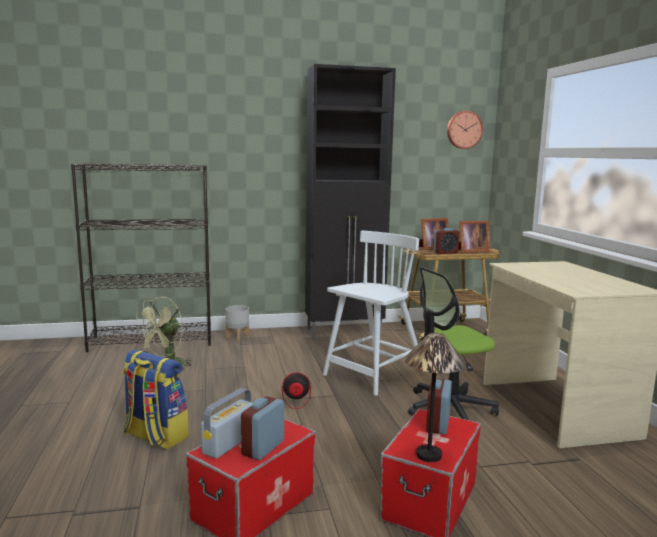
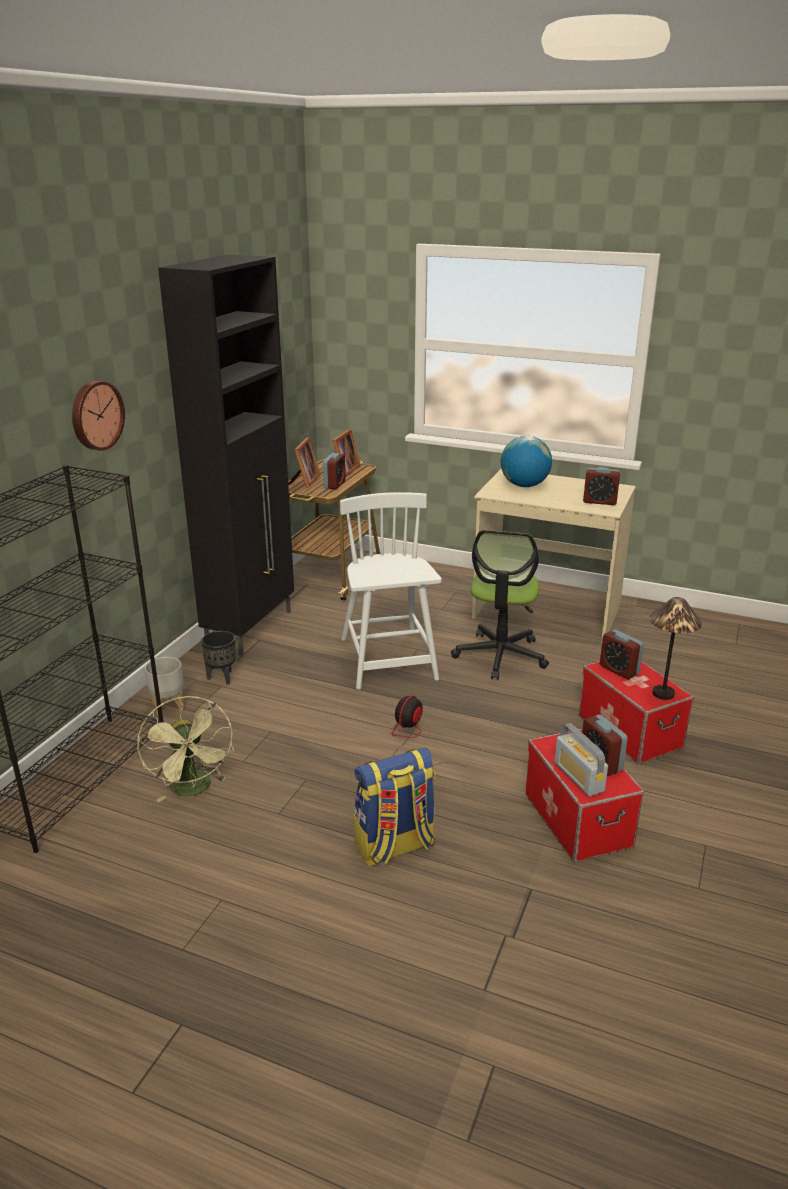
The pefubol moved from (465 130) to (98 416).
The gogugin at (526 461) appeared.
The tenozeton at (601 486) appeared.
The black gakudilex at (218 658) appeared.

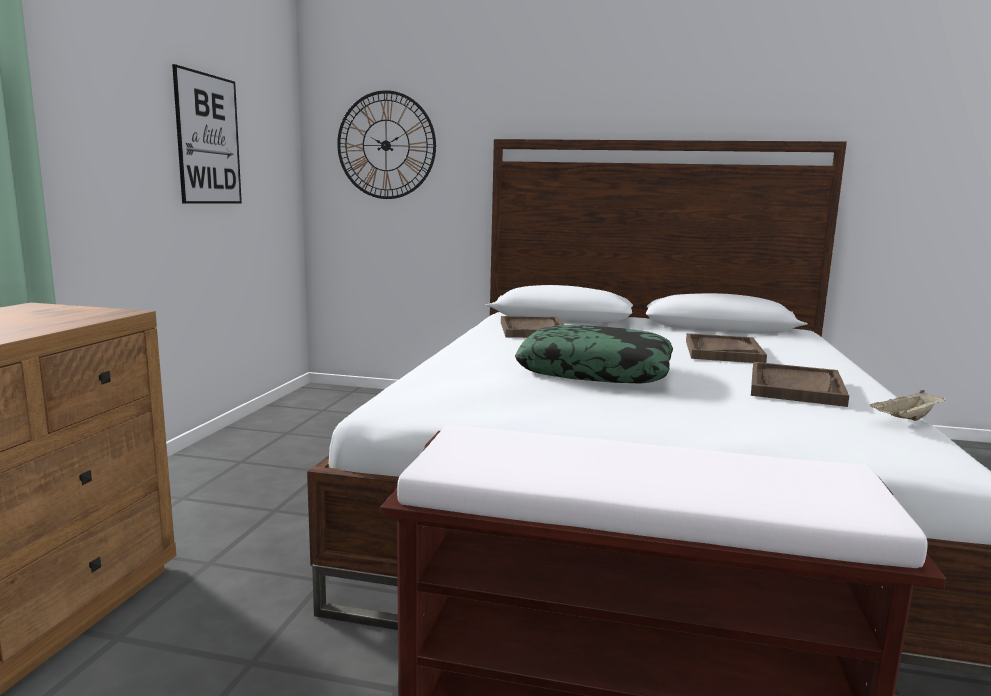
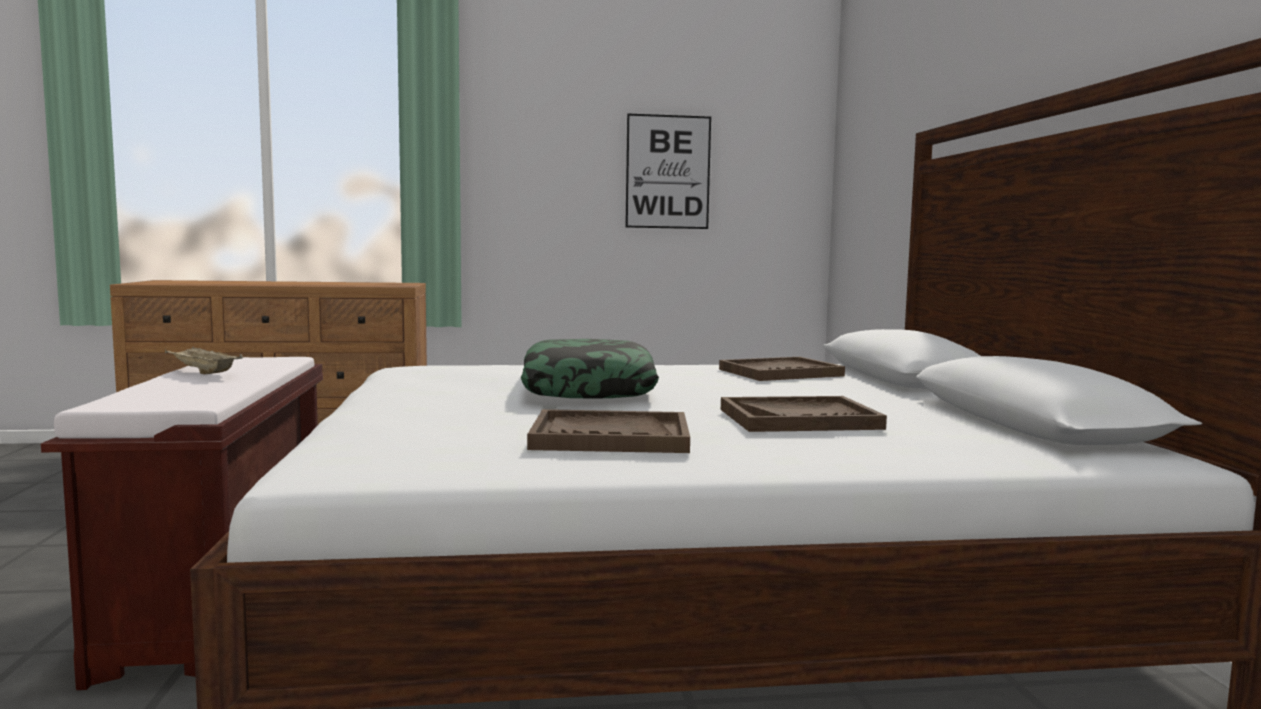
The pefubol at (386 144) disappeared.
The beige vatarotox moved from (907 405) to (204 360).

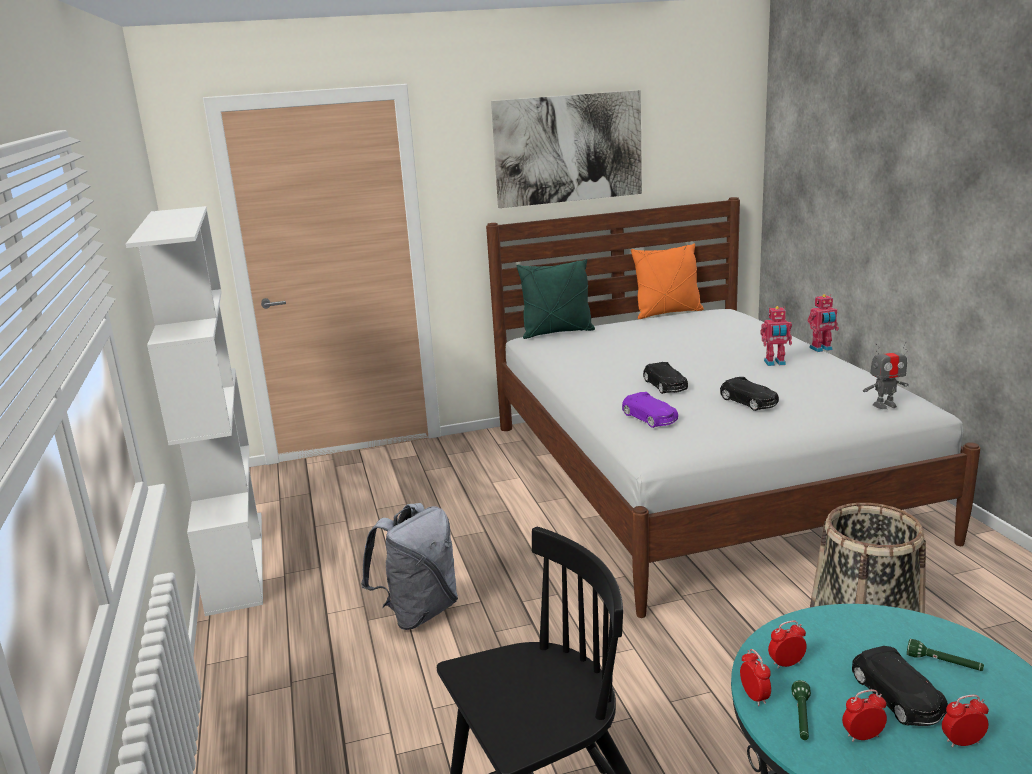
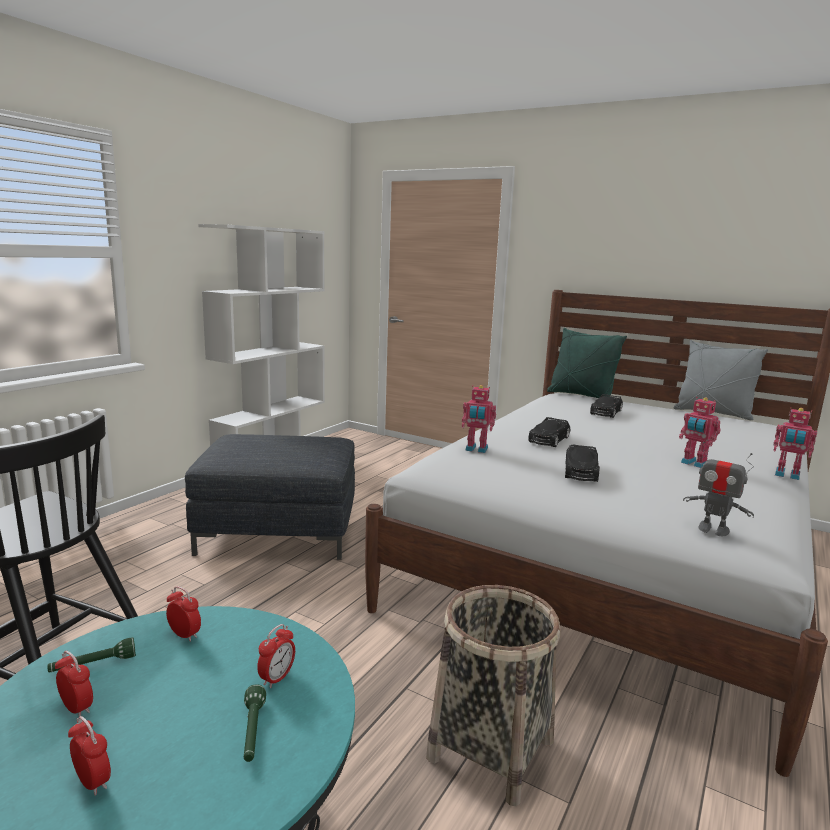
The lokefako at (566 149) disappeared.
The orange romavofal at (667 281) became the grey romavofal at (720 380).
The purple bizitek at (650 410) was replaced by the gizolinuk at (479 419).
The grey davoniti at (409 566) was replaced by the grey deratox at (270 497).
The black bizitek moved from (900 686) to (606 406).
The tenozeton moved from (755 677) to (276 656).

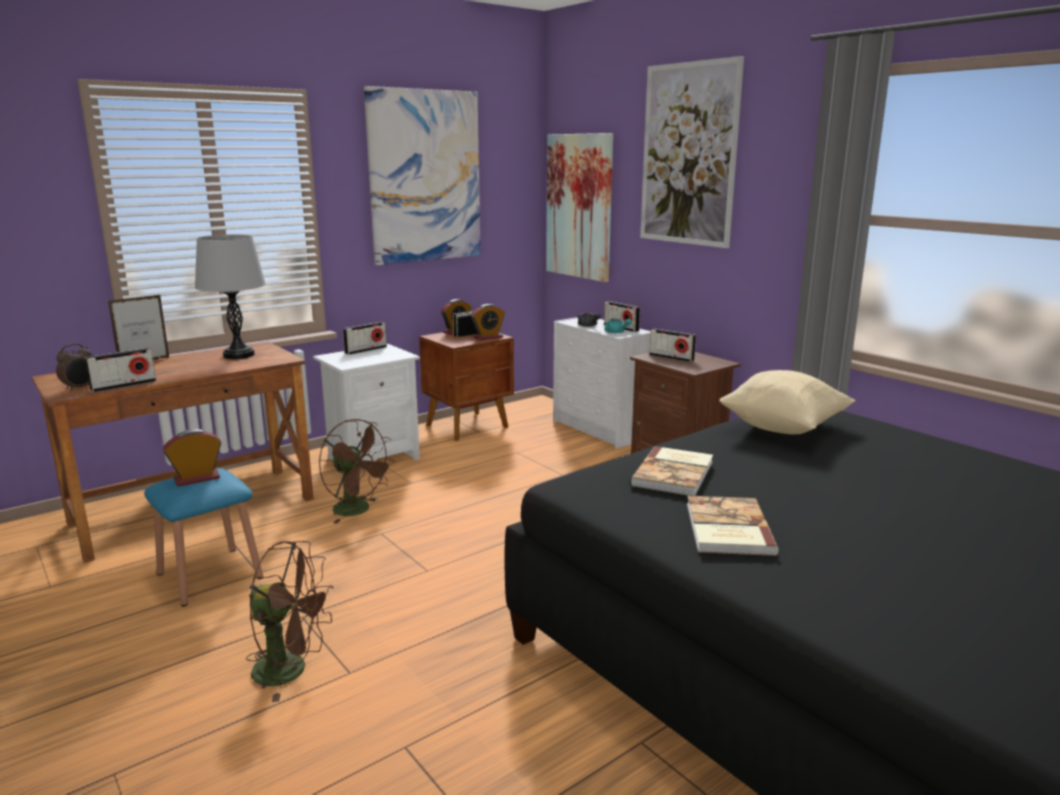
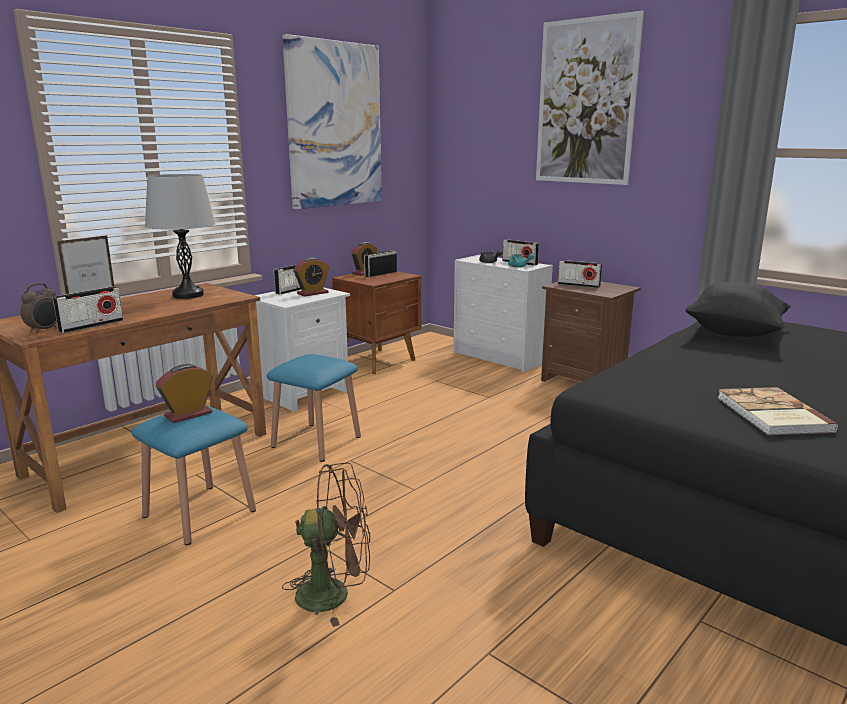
The lokefako at (579 207) disappeared.
The tenozeton moved from (488 322) to (311 277).
The beige romavofal at (787 402) became the black romavofal at (738 309).
The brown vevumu at (357 471) was replaced by the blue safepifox at (314 408).
The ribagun at (671 471) disappeared.

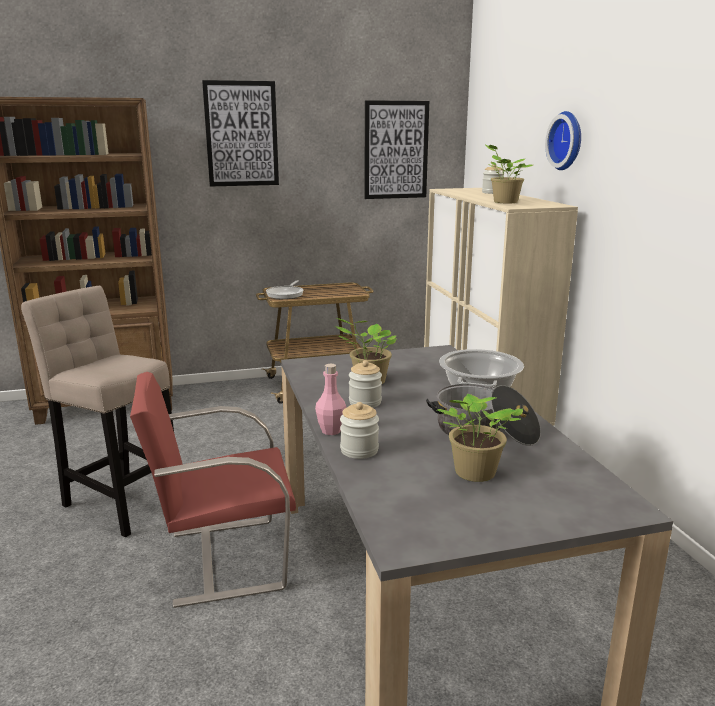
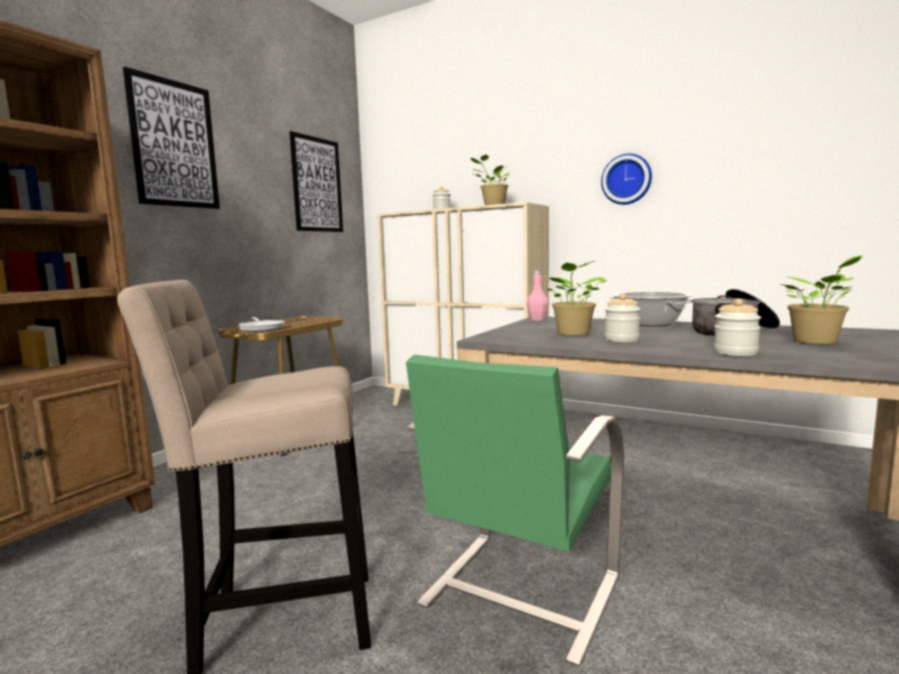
The pefubol moved from (563 140) to (626 179).
The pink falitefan moved from (330 399) to (537 295).
The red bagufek at (213 490) became the green bagufek at (515 511).

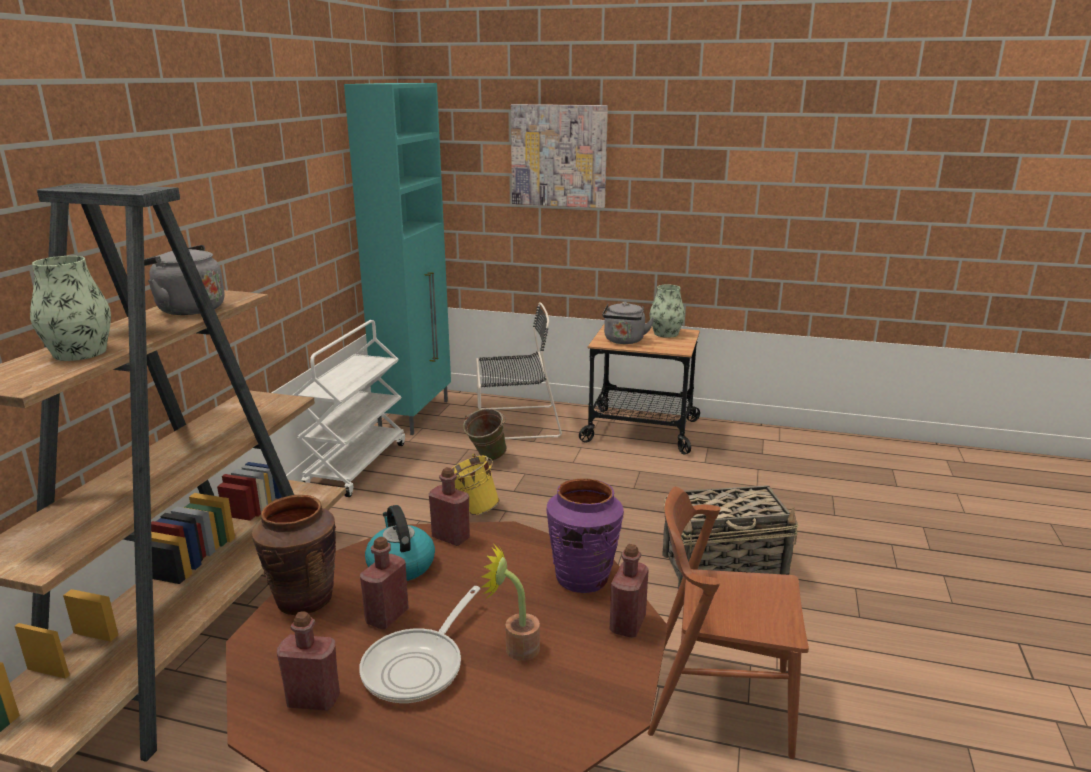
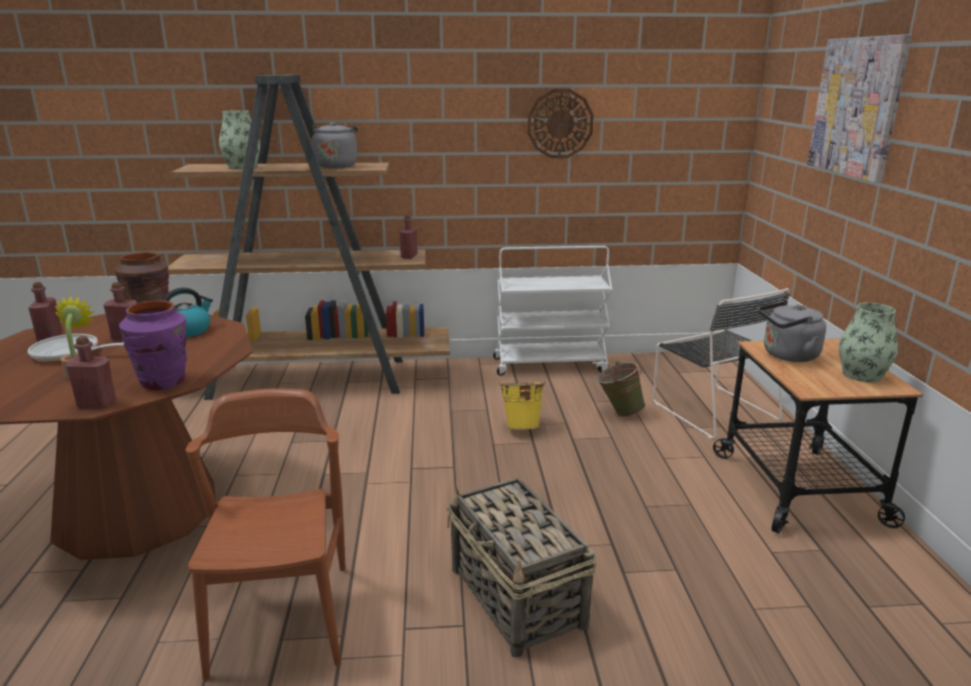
The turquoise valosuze at (397 259) disappeared.
The red falitefan moved from (449 506) to (409 237).
The pefubol at (561 123) appeared.

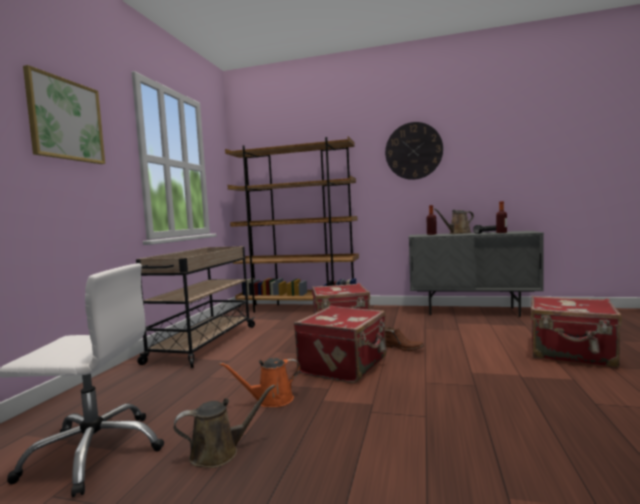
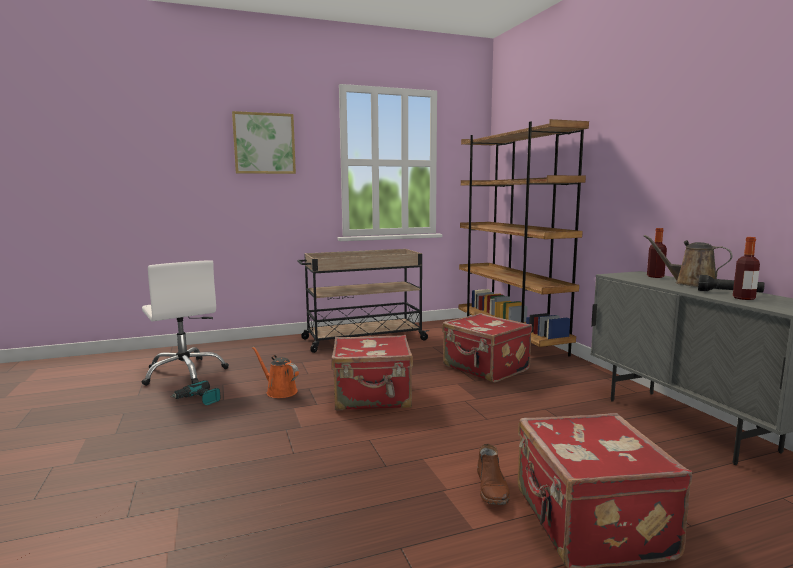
The pefubol at (414 151) disappeared.
The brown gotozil moved from (404 339) to (493 474).
The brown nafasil at (224 426) was replaced by the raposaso at (195 392).

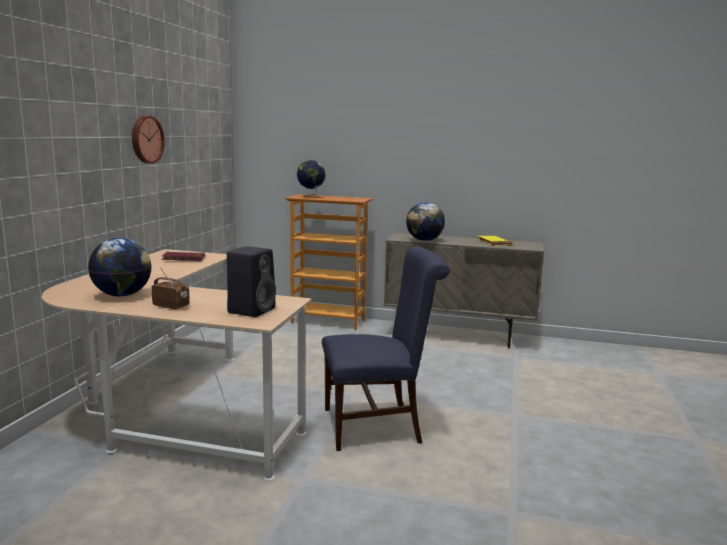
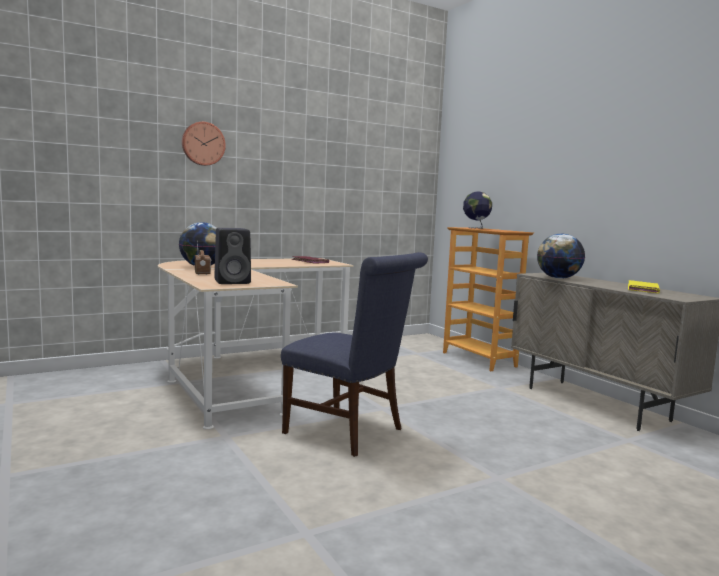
The pefubol moved from (148 140) to (204 144).

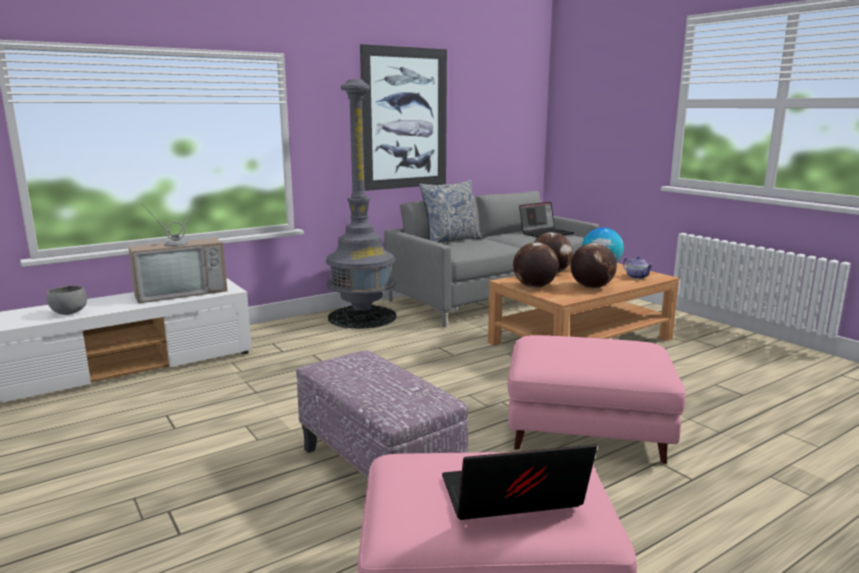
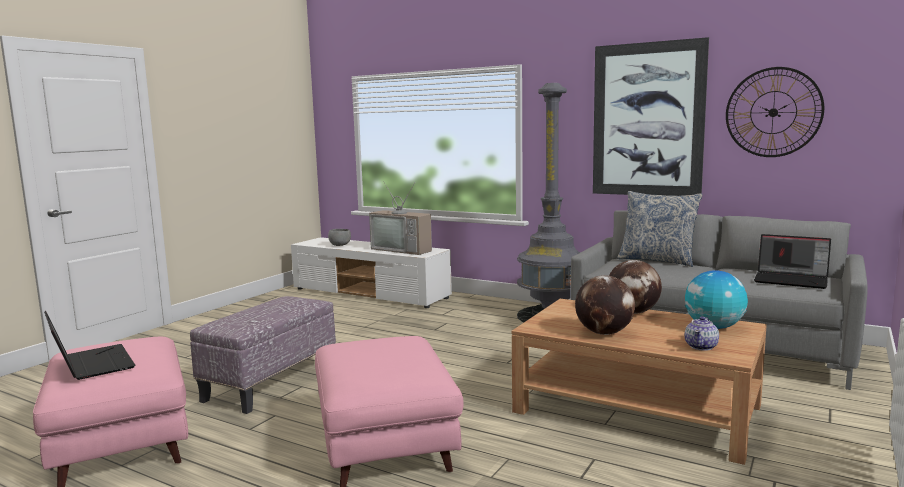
The gogugin at (536 265) disappeared.
The pefubol at (775 112) appeared.

